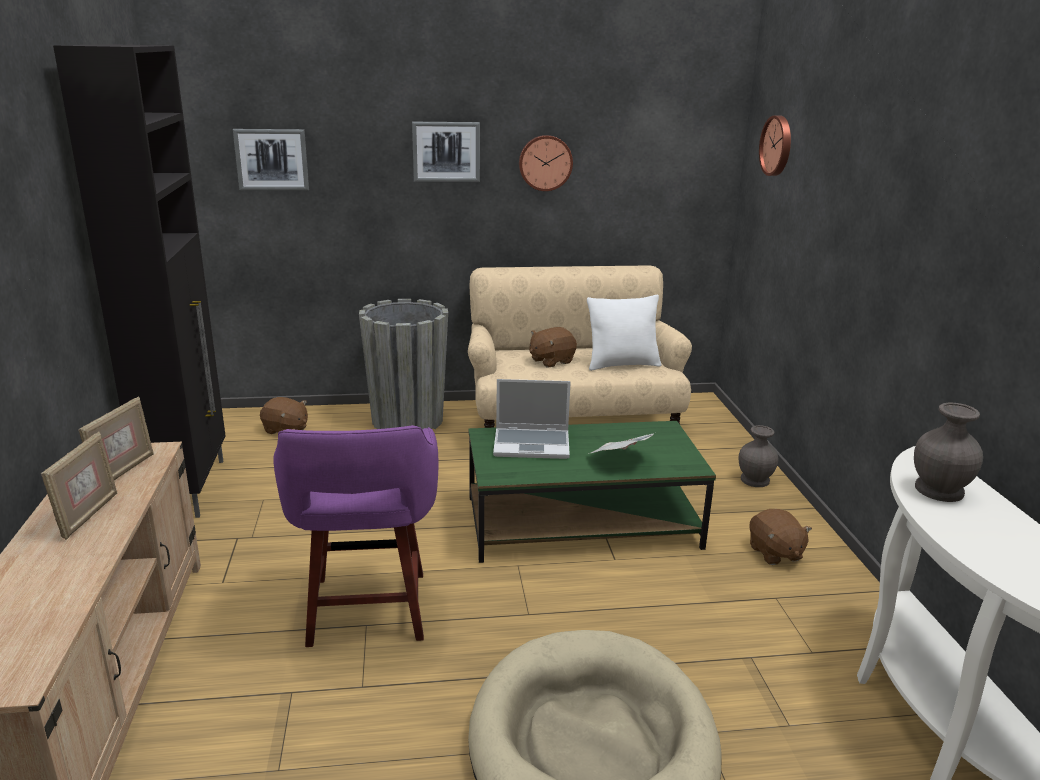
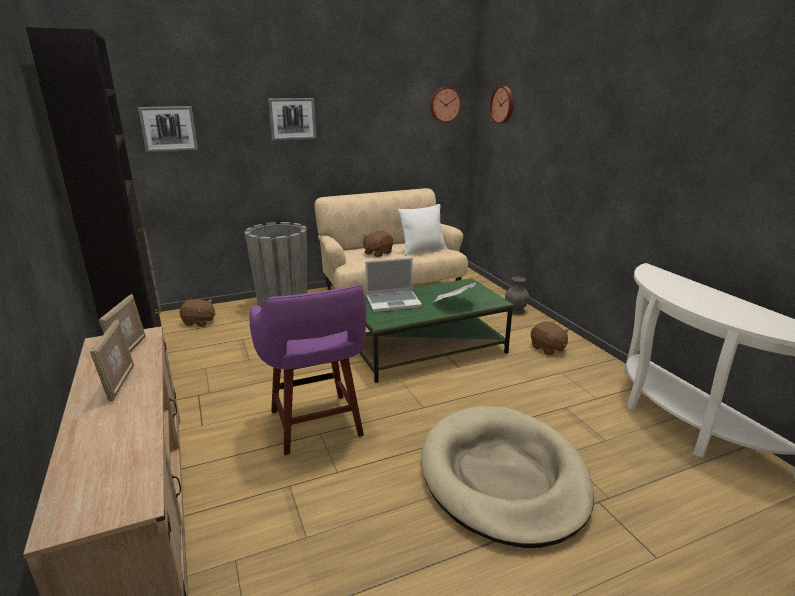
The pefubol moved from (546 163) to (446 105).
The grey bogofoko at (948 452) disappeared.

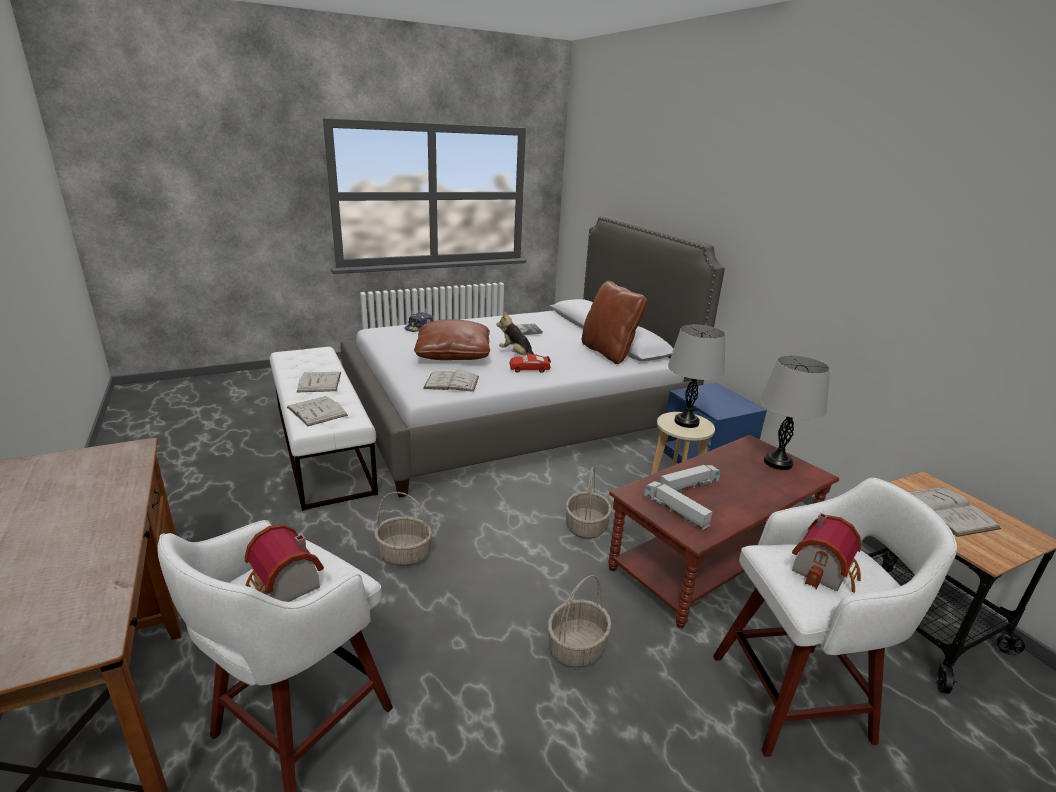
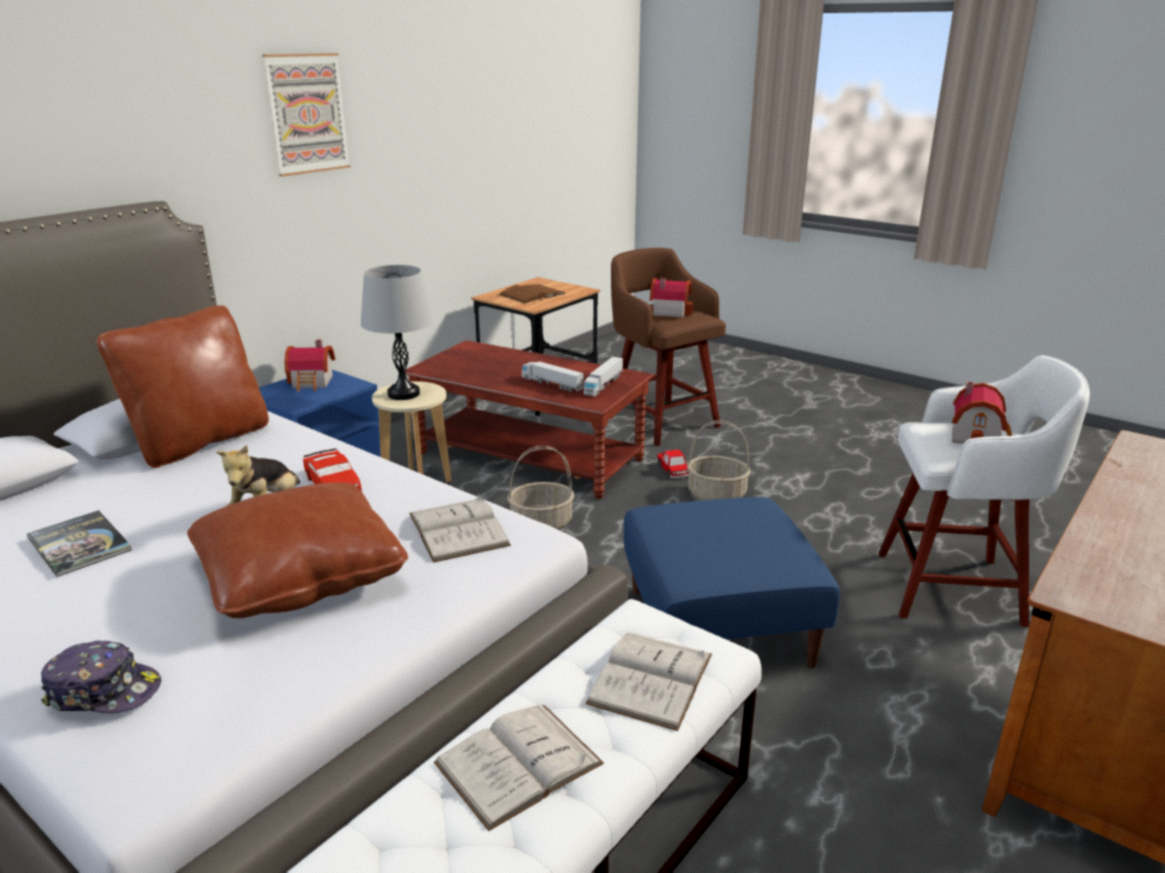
The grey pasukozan at (795 412) disappeared.
The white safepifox at (835 617) became the brown safepifox at (668 347).
The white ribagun at (955 512) became the brown ribagun at (532 293).
The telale at (403 529) was replaced by the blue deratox at (732 582).
The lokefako at (306 115) appeared.
The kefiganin at (309 366) appeared.
The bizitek at (672 463) appeared.

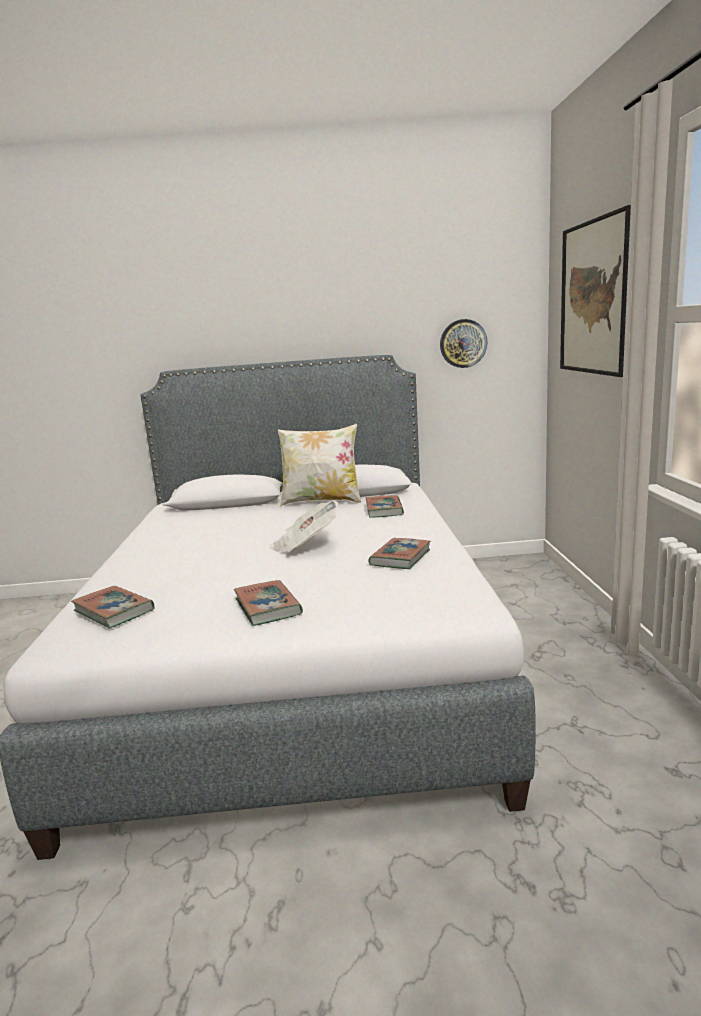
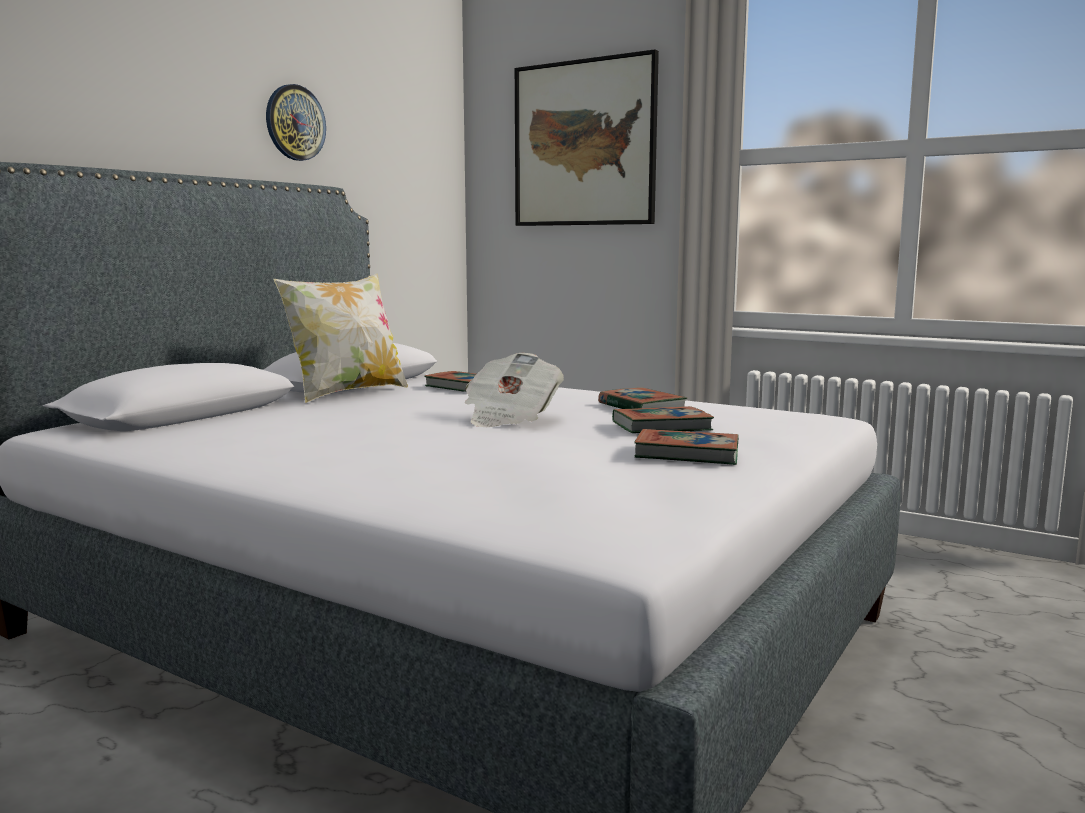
The pefubol moved from (463 343) to (296 122).
The ribagun moved from (113 607) to (663 419).

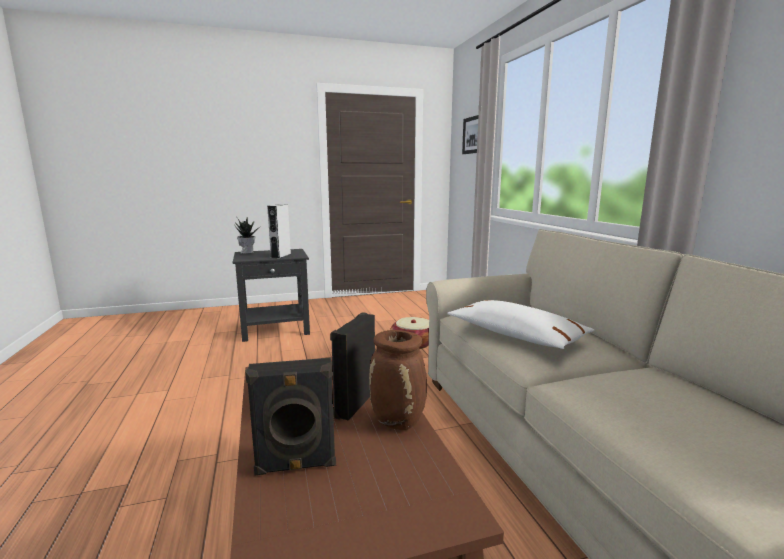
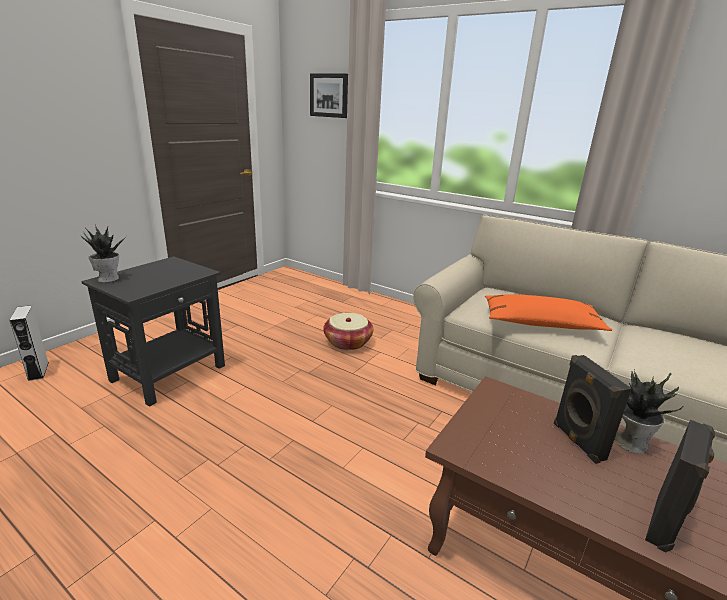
The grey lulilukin moved from (279 231) to (29 343).
The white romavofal at (521 324) became the orange romavofal at (548 312).
The brown bogofoko at (398 380) was replaced by the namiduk at (648 411).

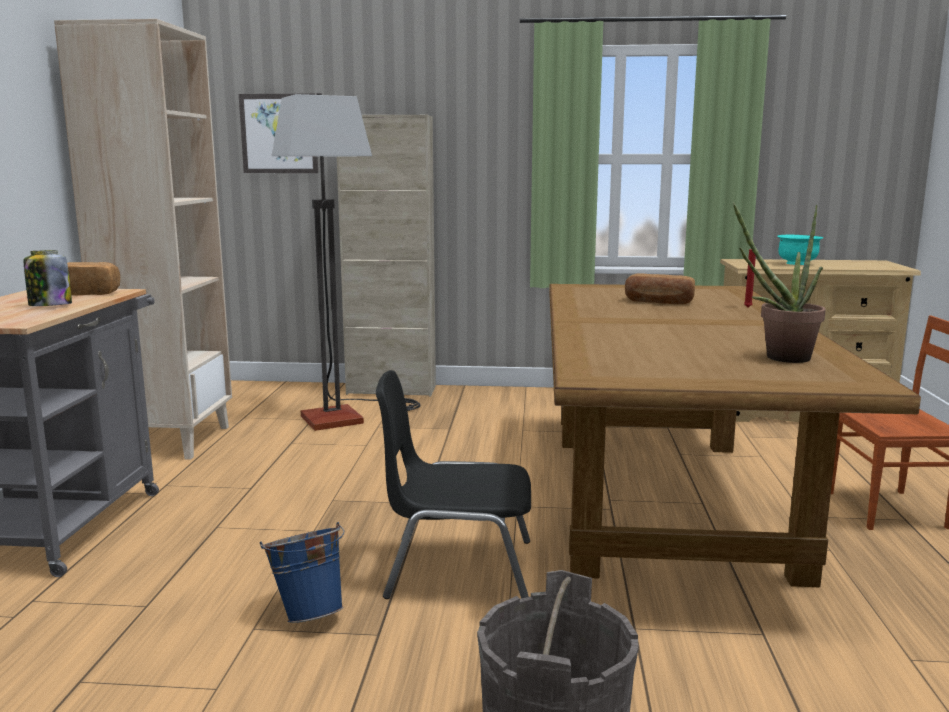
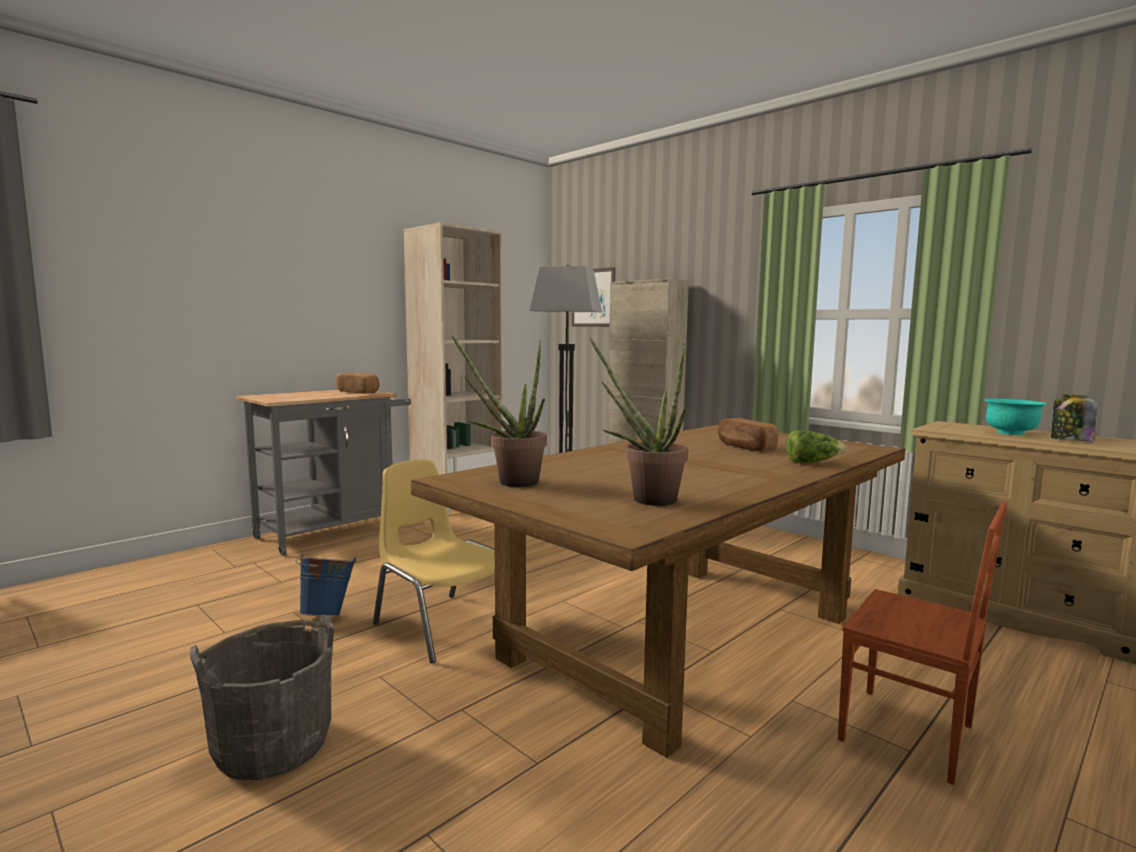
The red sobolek at (750 278) was replaced by the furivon at (816 446).
The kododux moved from (48 278) to (1074 417).
The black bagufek at (453 484) became the yellow bagufek at (434 561).
The namiduk at (499 411) appeared.

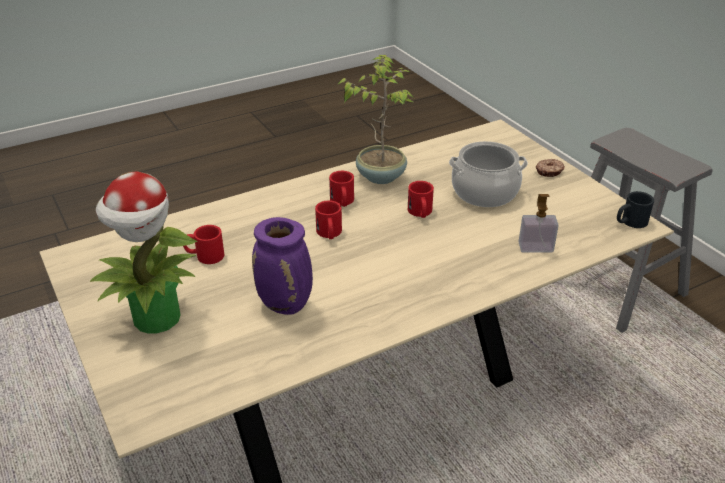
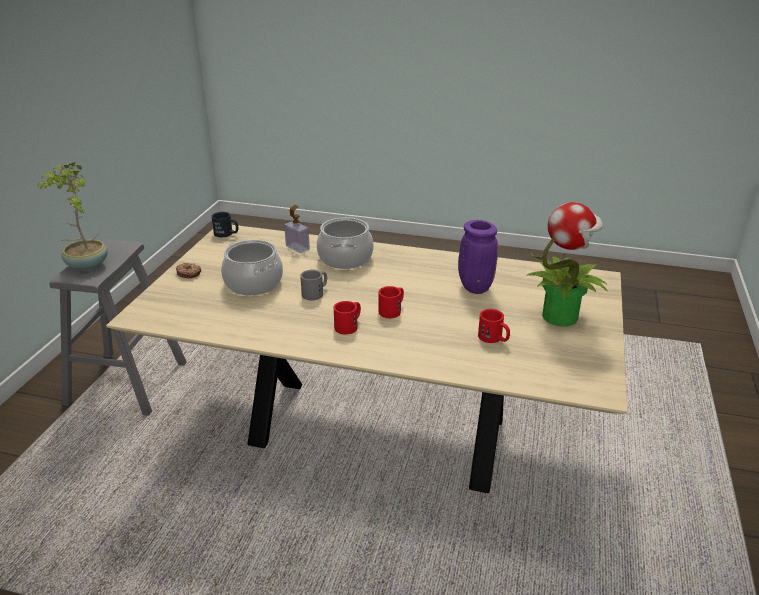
The namiduk moved from (375 119) to (72 216).
The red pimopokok at (421 199) became the grey pimopokok at (313 285).
The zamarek at (345 243) appeared.

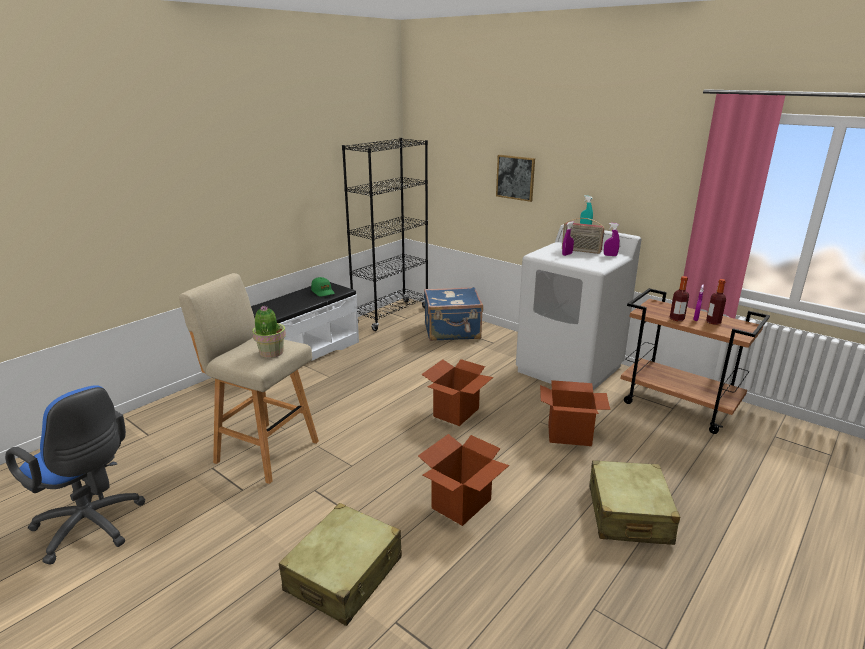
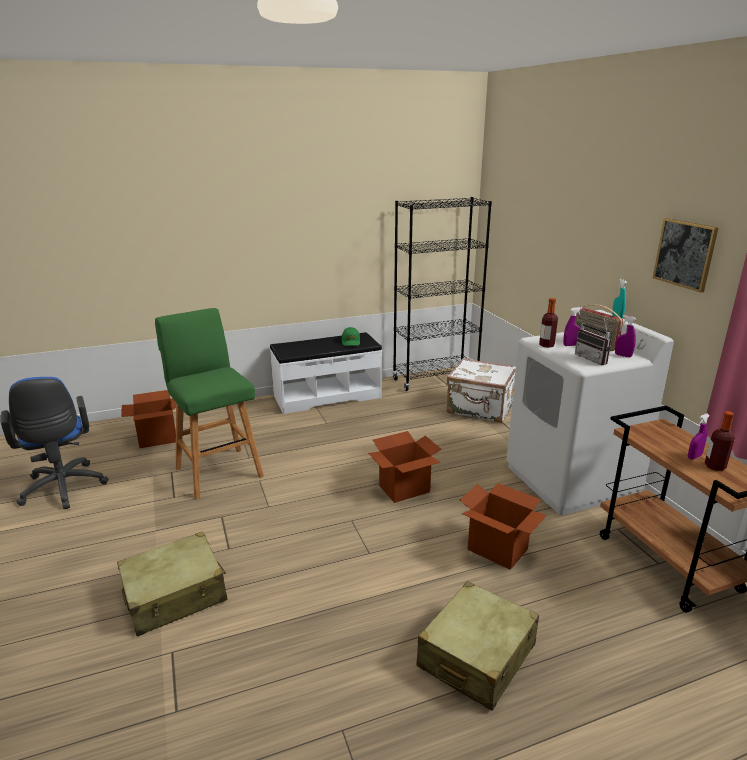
The lokefako moved from (515 178) to (686 255).
The beige safepifox at (249 378) became the green safepifox at (209 403).
The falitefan moved from (679 298) to (548 323).
The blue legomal at (453 314) became the white legomal at (481 390).
The namiduk at (269 332) disappeared.
The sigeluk moved from (463 480) to (148 419).
The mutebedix at (593 341) appeared.

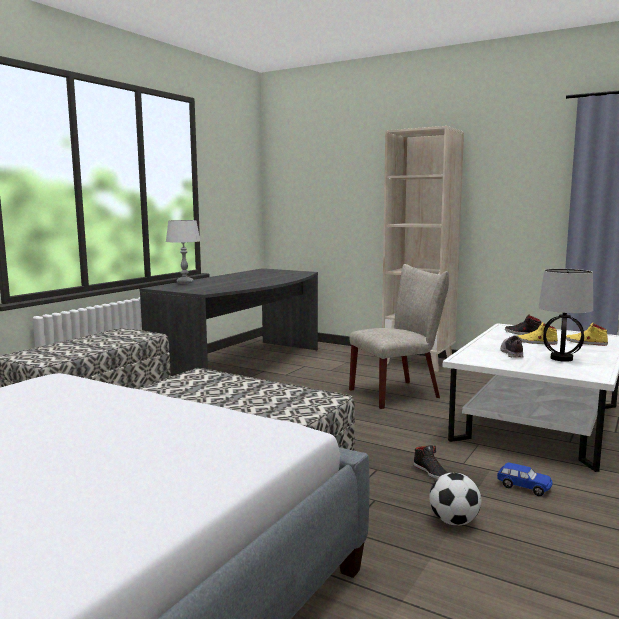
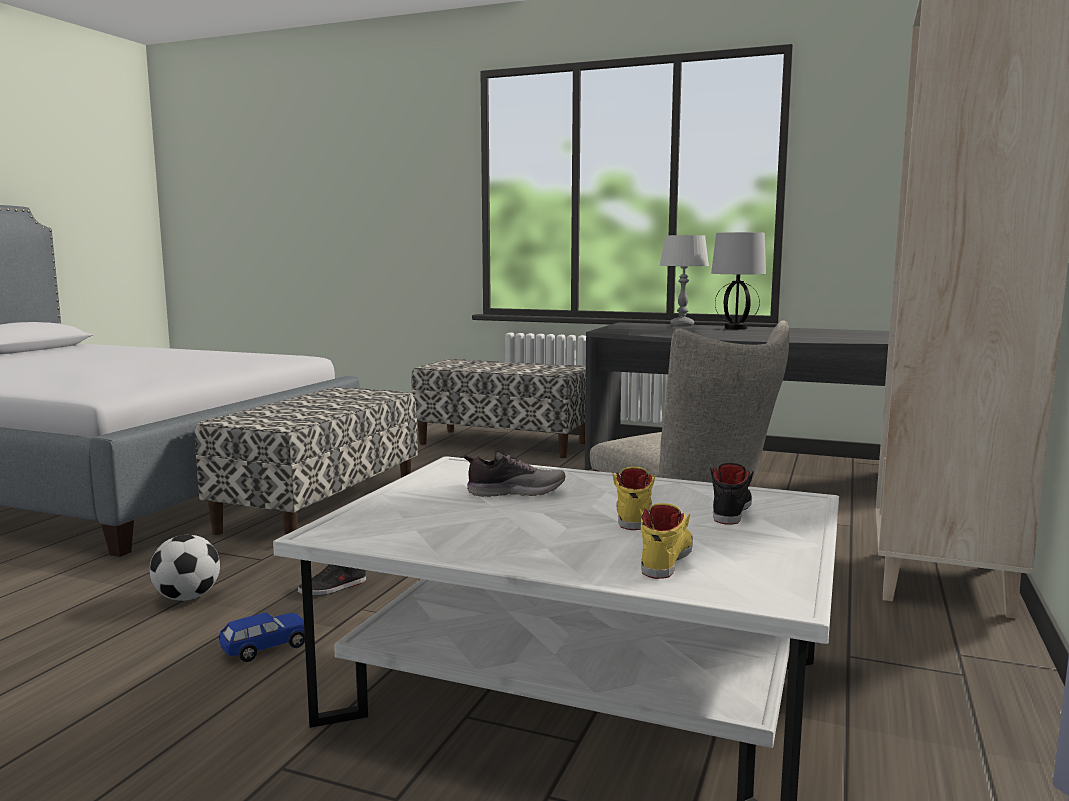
The pasukozan moved from (566 315) to (738 280).
The blue bizitek at (525 479) turned 150 degrees counterclockwise.

